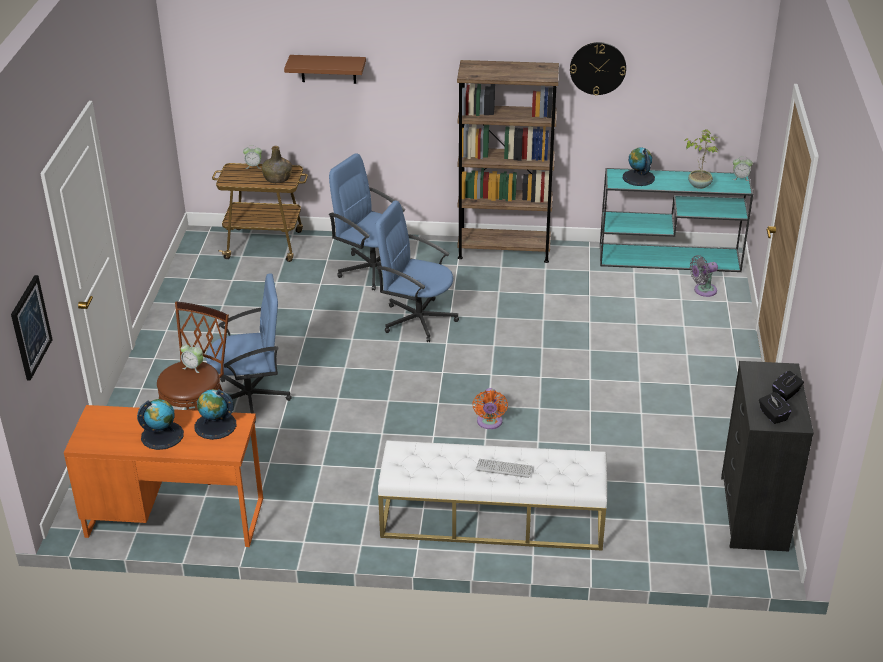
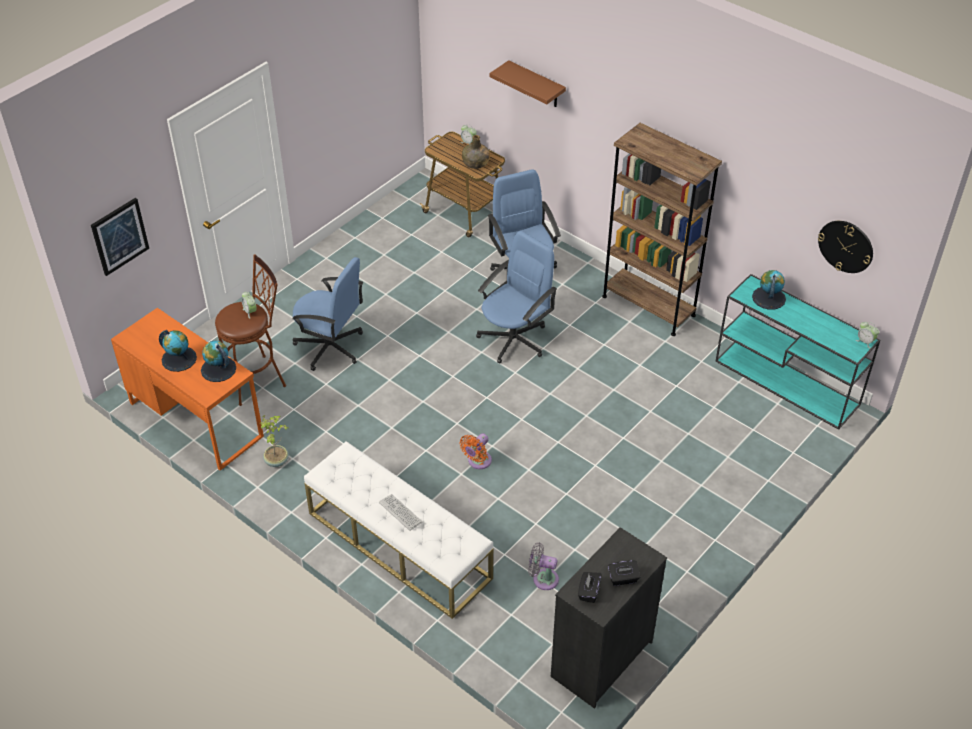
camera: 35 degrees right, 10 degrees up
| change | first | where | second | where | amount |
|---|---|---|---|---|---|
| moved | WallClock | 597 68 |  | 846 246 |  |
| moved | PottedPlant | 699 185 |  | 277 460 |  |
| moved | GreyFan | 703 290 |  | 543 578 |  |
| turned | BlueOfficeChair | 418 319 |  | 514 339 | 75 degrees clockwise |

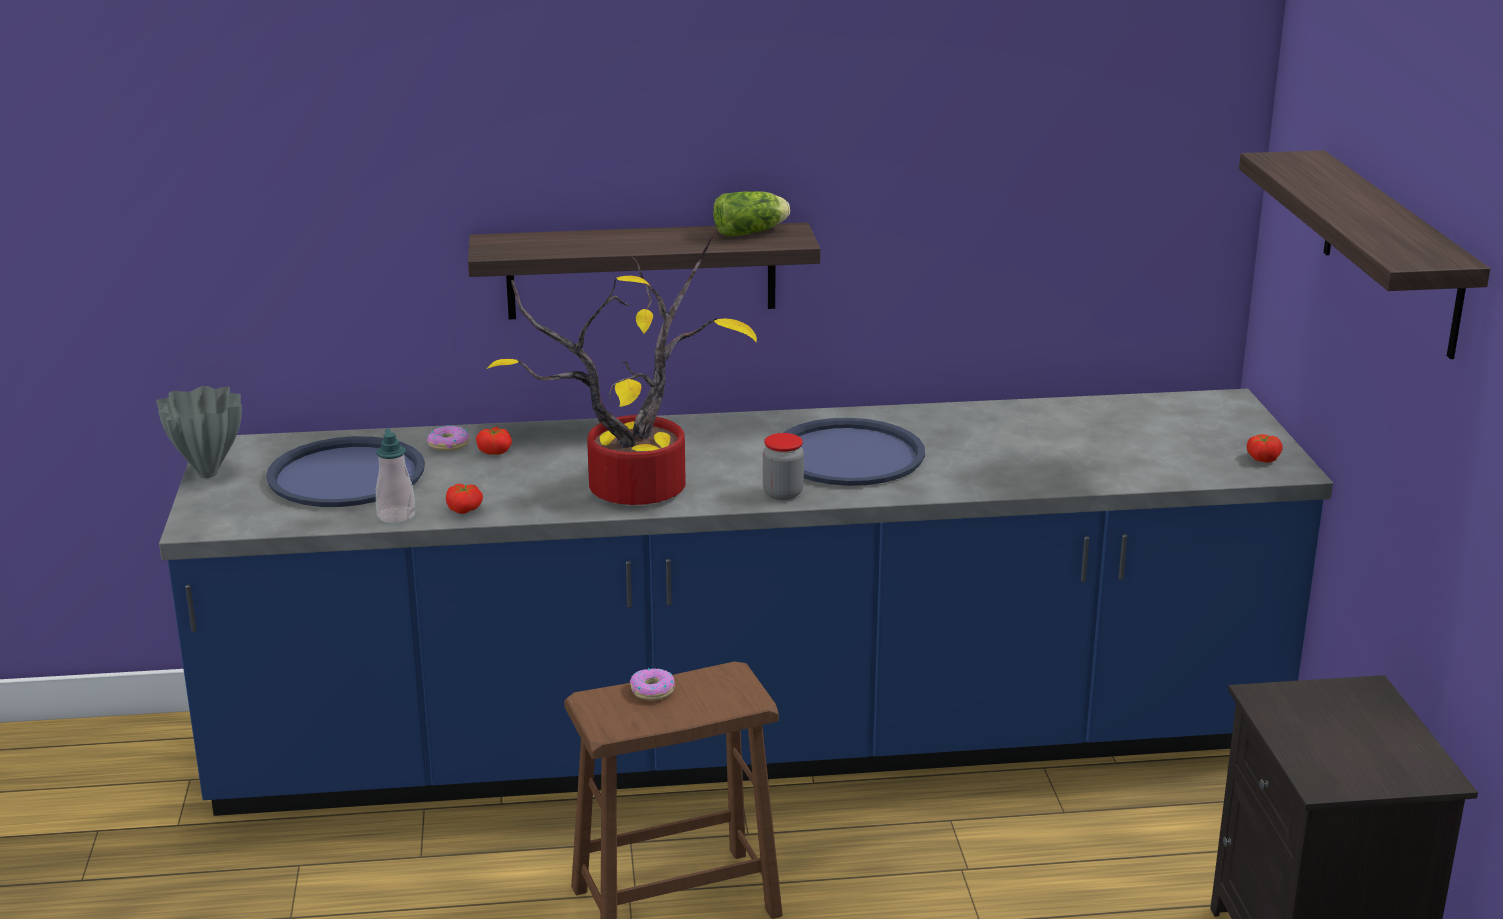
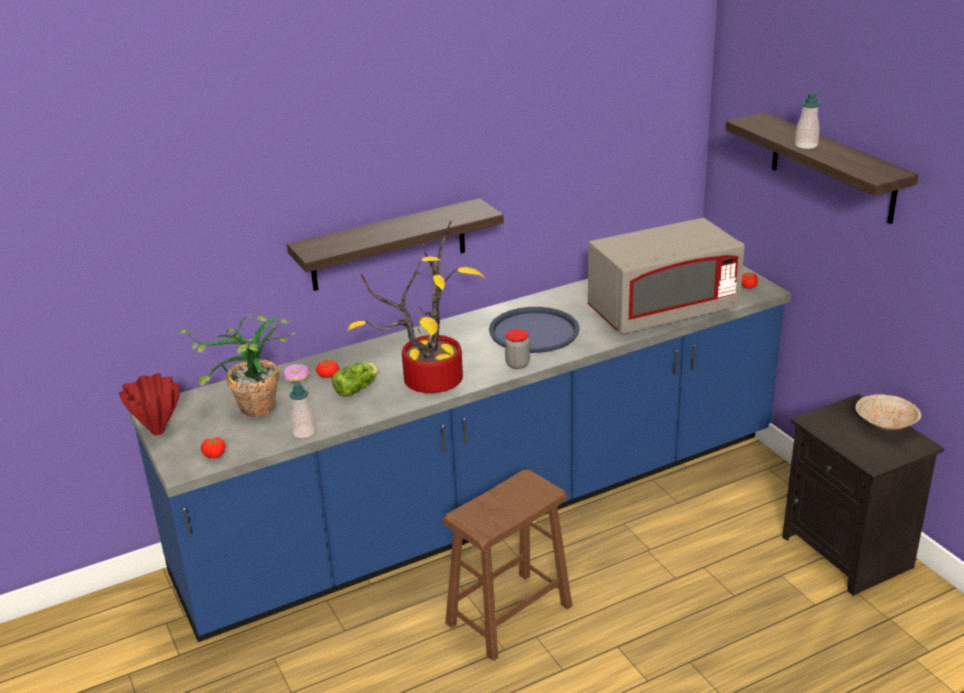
camera: 20 degrees left, 5 degrees up
| change | first | where | second | where | amount |
|---|---|---|---|---|---|
| removed | Donut | 652 690 |  |  |  |
| added |  |  | GreyMicrowave | 662 311 |  |
| added |  |  | SoapDispenser | 806 145 |  |
| added |  |  | BeigeBowl | 885 425 |  |
| moved | Tomato | 465 509 |  | 215 454 |  |
| moved | Lettuce | 752 232 |  | 358 388 |  |
| replaced | BlueTray | 346 475 | PottedPlant | 249 412 |  |
| recoloured | GreyVase | 208 473 | RedVase | 158 431 |  |

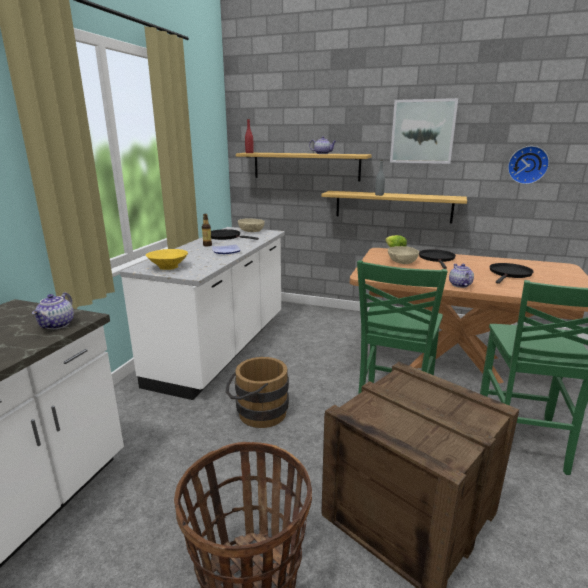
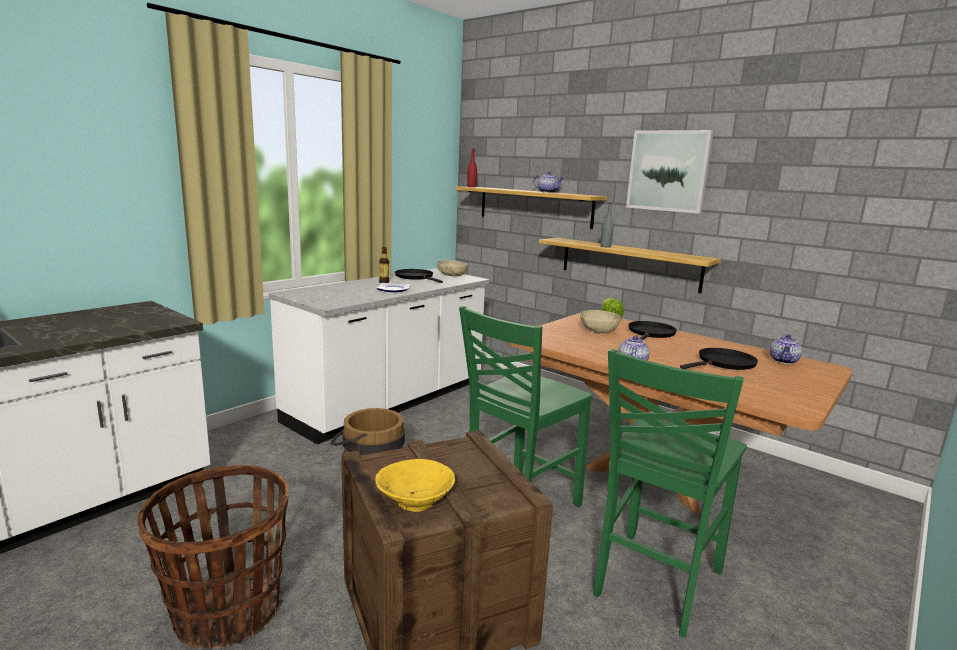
camera: 20 degrees right, 5 degrees down
| change | first | where | second | where | amount |
|---|---|---|---|---|---|
| removed | WallClock | 527 165 |  |  |  |
| moved | Teapot | 57 325 |  | 784 361 |  |
| moved | YellowBowl | 168 267 |  | 415 502 |  |

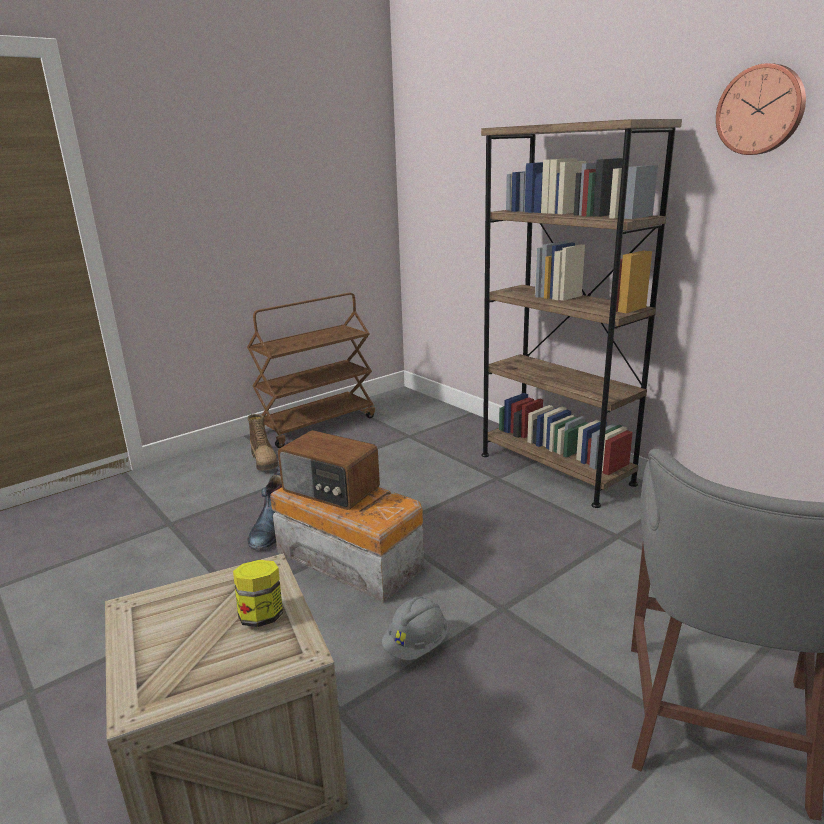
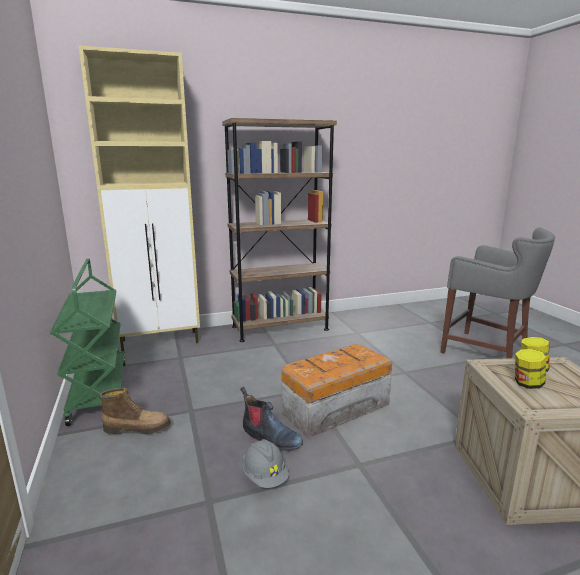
camera: 70 degrees left, 5 degrees down
| change | first | where | second | where | amount |
|---|---|---|---|---|---|
| removed | Radio | 330 490 |  |  |  |
| removed | WallClock | 761 110 |  |  |  |
| added |  |  | BeigeCabinet | 161 341 |  |
| added |  |  | Jar | 527 384 |  |
| moved | GreyHardHat | 416 645 |  | 265 476 |  |
| recoloured | BrownCart | 317 424 | GreenCart | 98 390 |  |

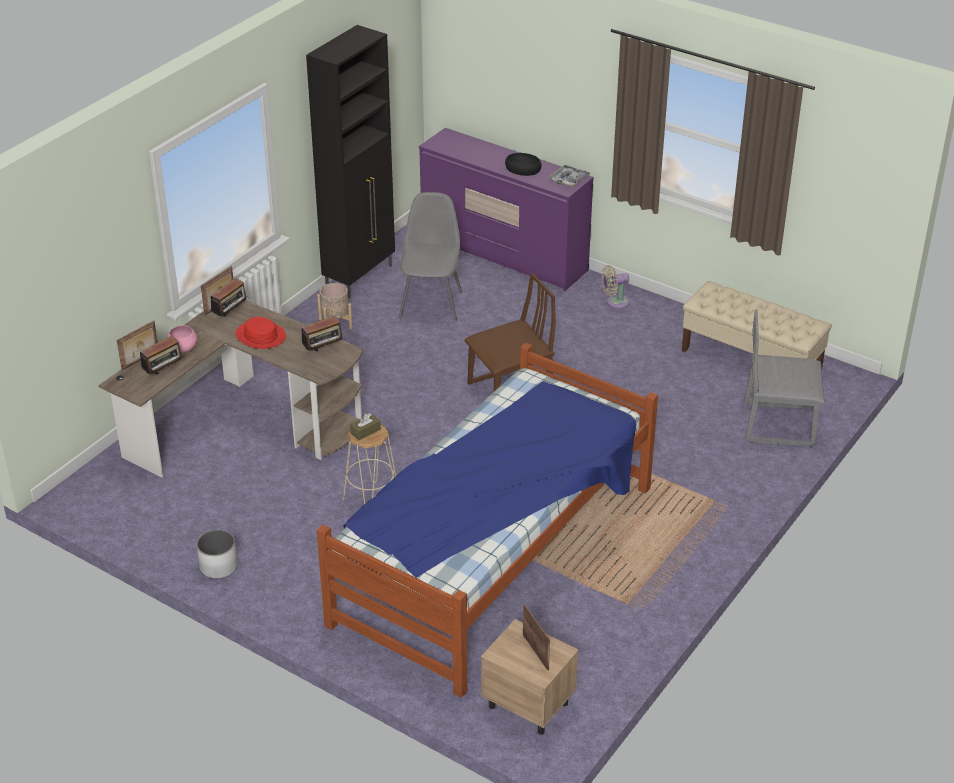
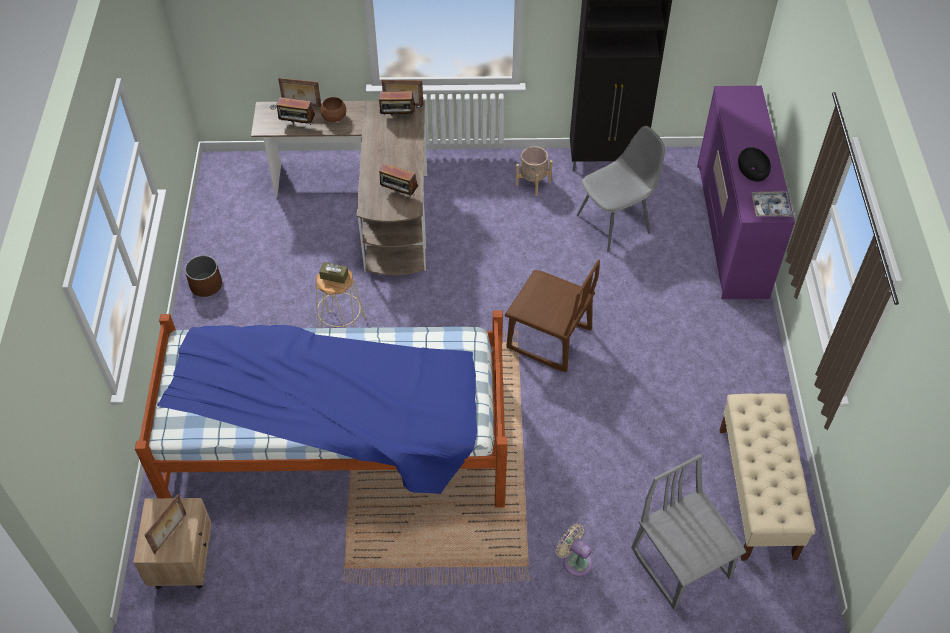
camera: 55 degrees right, 15 degrees up
| change | first | where | second | where | amount |
|---|---|---|---|---|---|
| removed | RedHat | 260 336 |  |  |  |
| moved | BeigeFan | 615 302 |  | 575 561 |  |
| recoloured | PinkBowl | 183 349 | BrownBowl | 333 117 |  |
| recoloured | WhitePlanter | 218 566 | BrownPlanter | 206 285 |  |

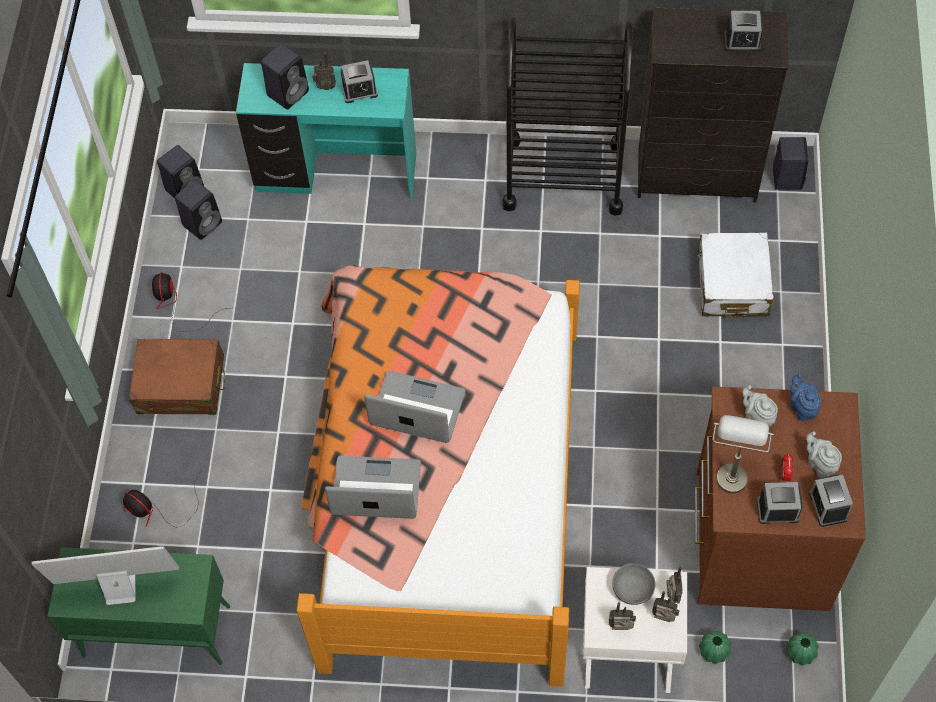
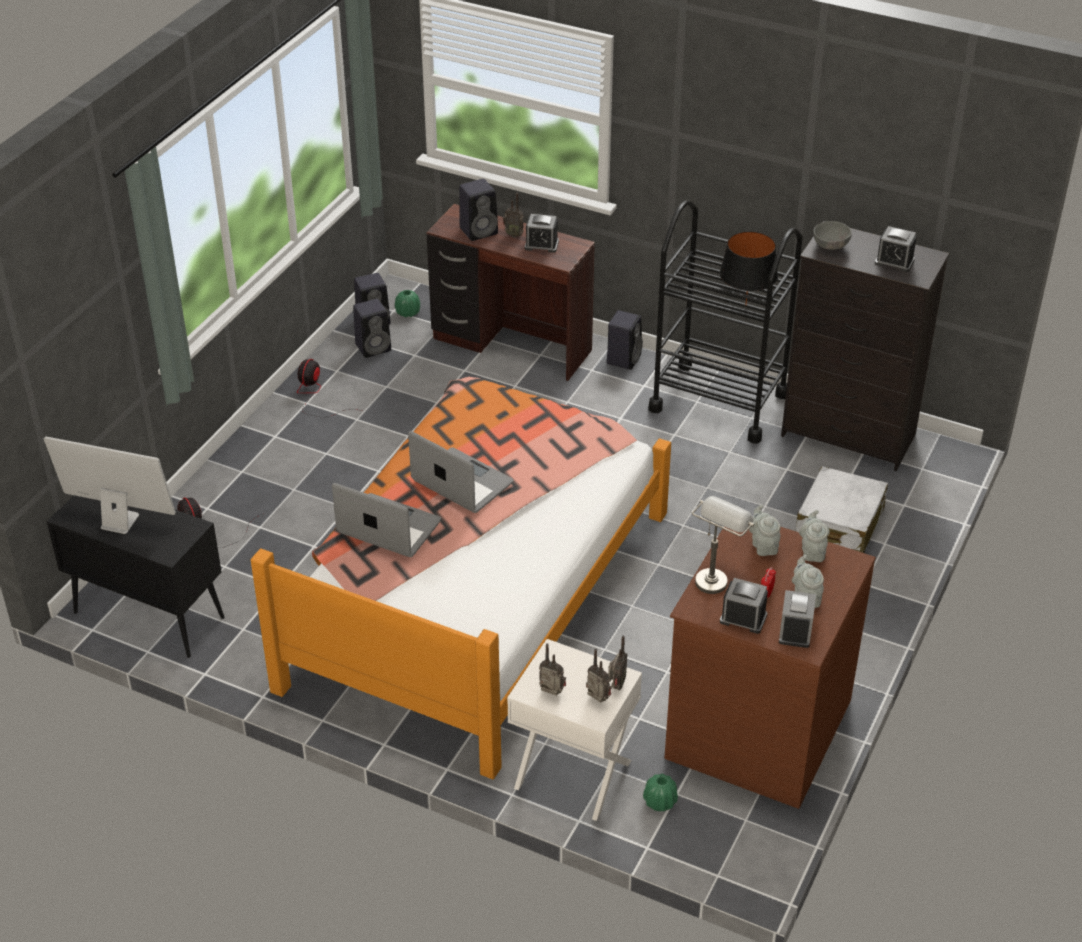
camera: 20 degrees right, 20 degrees down
| change | first | where | second | where | amount |
|---|---|---|---|---|---|
| removed | BrownSuitcase | 181 385 |  |  |  |
| added |  |  | BlackTableLamp | 745 305 |  |
| moved | GreyBowl | 633 591 |  | 830 246 |  |
| moved | BlackSpeaker | 786 176 |  | 624 358 |  |
| moved | GreenVase | 800 652 |  | 408 312 |  |
| recoloured | GreenCabinet | 155 631 | BlackCabinet | 147 615 |  |
| recoloured | TurquoiseDesk | 336 174 | BrownDesk | 511 346 |  |
| recoloured | BlueTeapot | 802 408 | GreyTeapot | 812 551 |  |

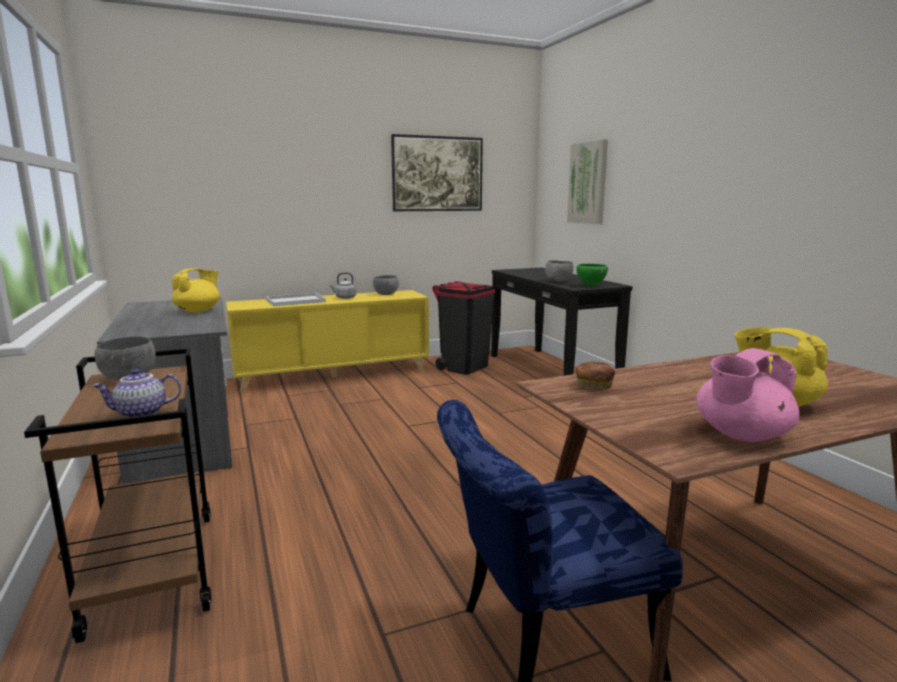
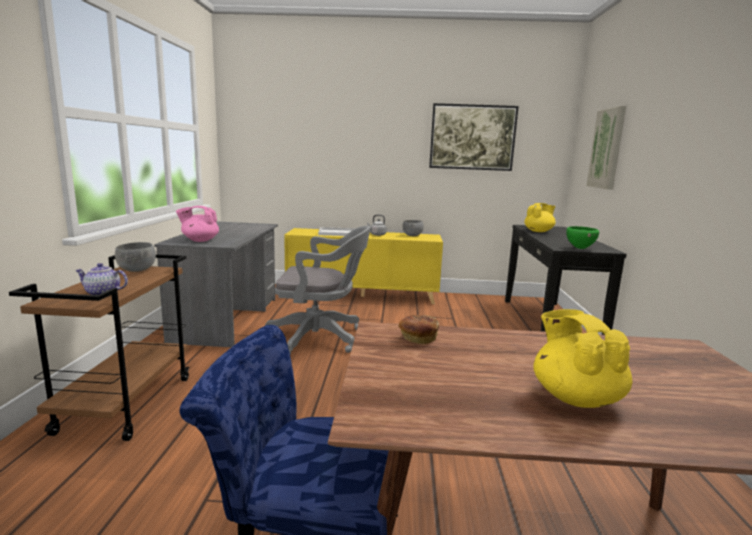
camera: 25 degrees right, 0 degrees up
| change | first | where | second | where | amount |
|---|---|---|---|---|---|
| removed | BlackTrashCan | 463 367 |  |  |  |
| removed | GreyBowl | 559 281 |  |  |  |
| added |  |  | GreyOfficeChair | 321 338 |  |
| moved | YellowTeapot | 198 311 |  | 539 231 |  |
| moved | PinkTeapot | 741 435 |  | 200 240 |  |

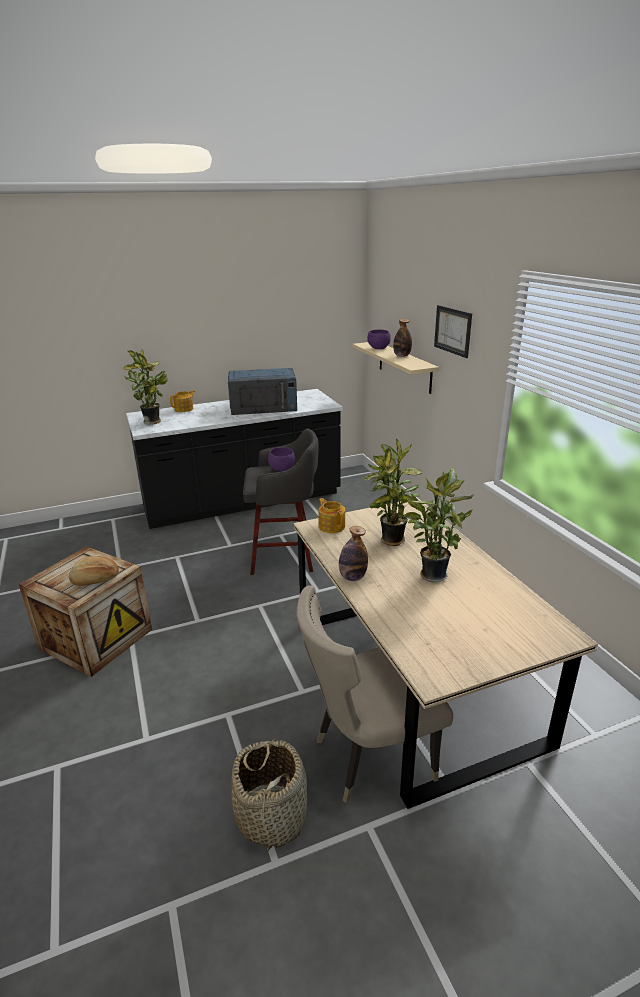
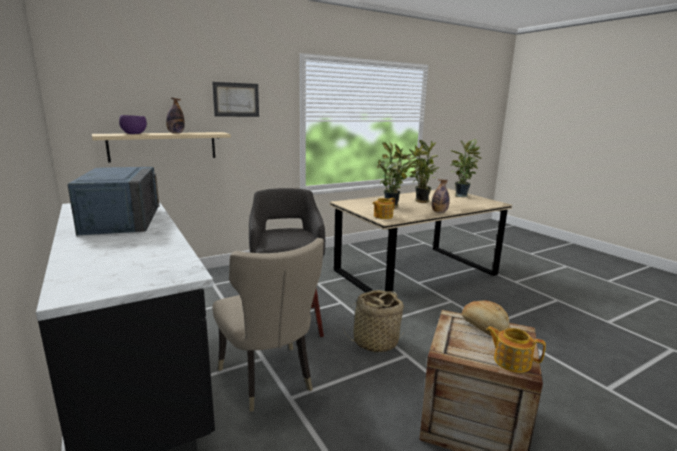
camera: 100 degrees left, 10 degrees down
| change | first | where | second | where | amount |
|---|---|---|---|---|---|
| removed | PurpleBowl | 282 469 |  |  |  |
| moved | PottedPlant | 153 422 |  | 461 195 |  |
| moved | Teapot | 184 409 |  | 511 361 |  |
| moved | Basket | 271 815 |  | 375 342 |  |
| moved | BeigeChair | 368 756 |  | 269 379 |  |

